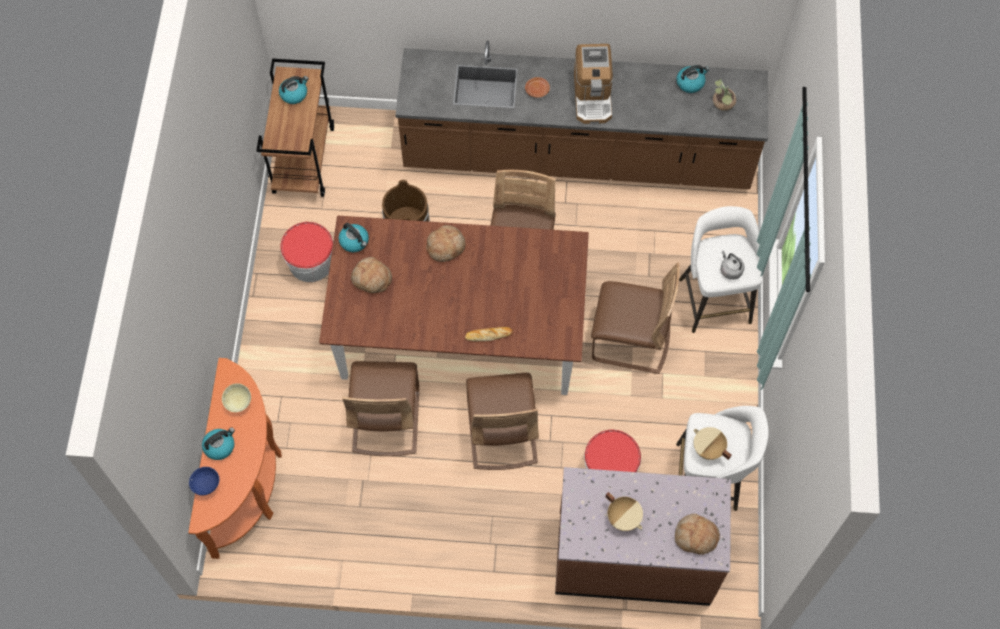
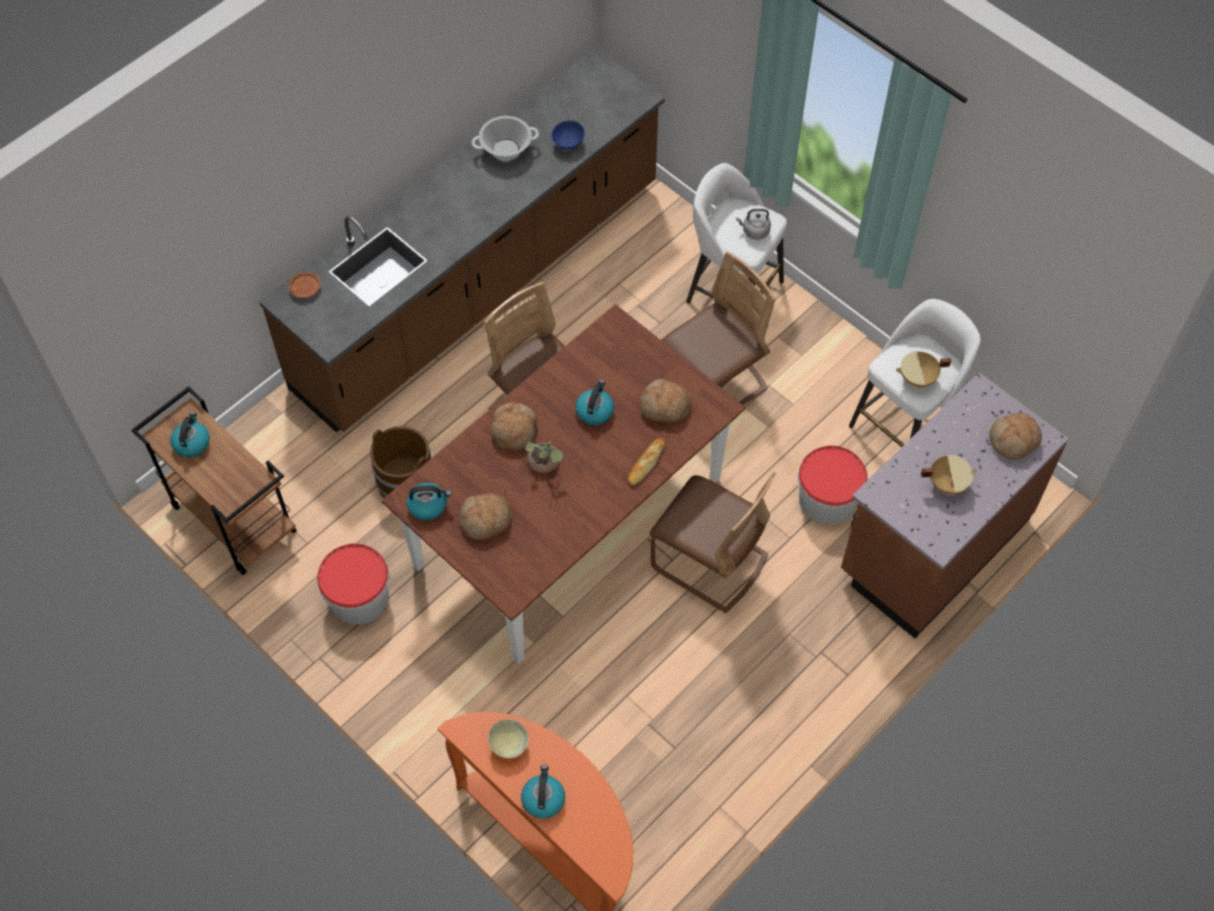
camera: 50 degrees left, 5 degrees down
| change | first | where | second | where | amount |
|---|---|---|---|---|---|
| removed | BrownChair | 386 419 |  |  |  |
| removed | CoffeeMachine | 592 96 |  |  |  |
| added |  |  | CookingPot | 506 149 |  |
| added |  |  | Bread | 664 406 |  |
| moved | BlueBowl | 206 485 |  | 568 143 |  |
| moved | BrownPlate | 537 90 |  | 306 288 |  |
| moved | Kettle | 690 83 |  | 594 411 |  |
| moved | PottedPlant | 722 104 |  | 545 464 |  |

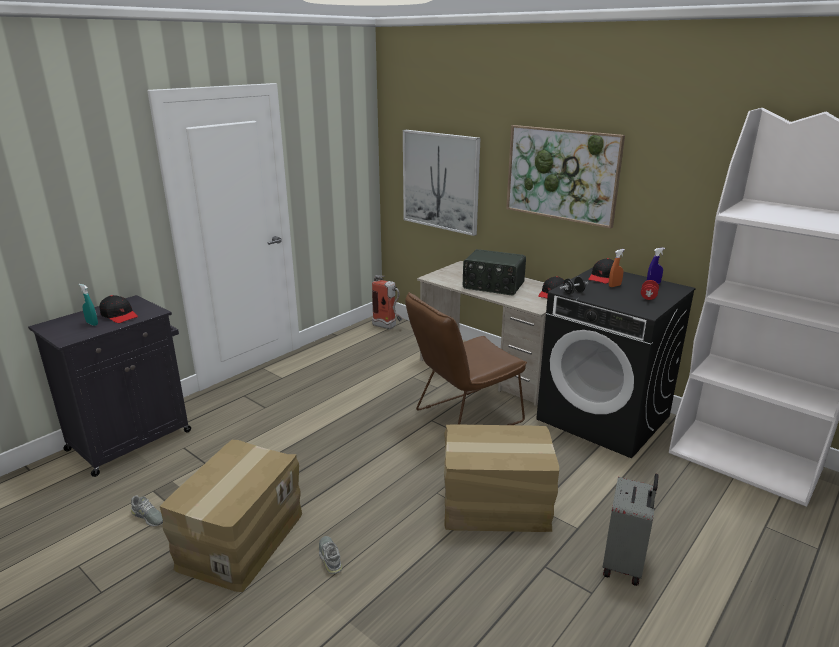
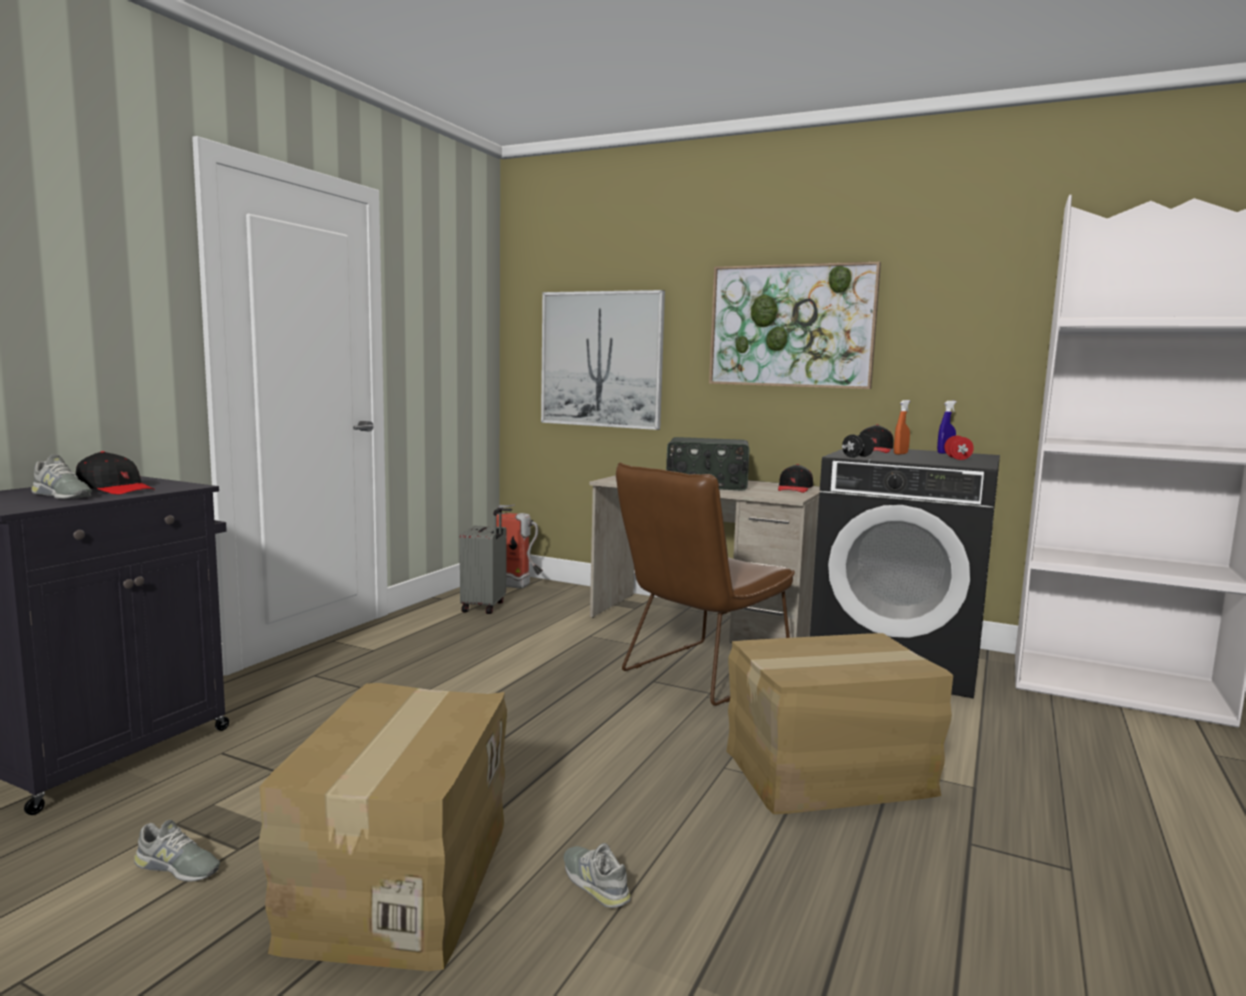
camera: 15 degrees left, 15 degrees down
| change | first | where | second | where | amount |
|---|---|---|---|---|---|
| moved | GreySuitcase | 624 564 |  | 485 607 |  |
| replaced | TurquoiseSprayBottle | 92 323 | GreyShoe | 62 495 |  |

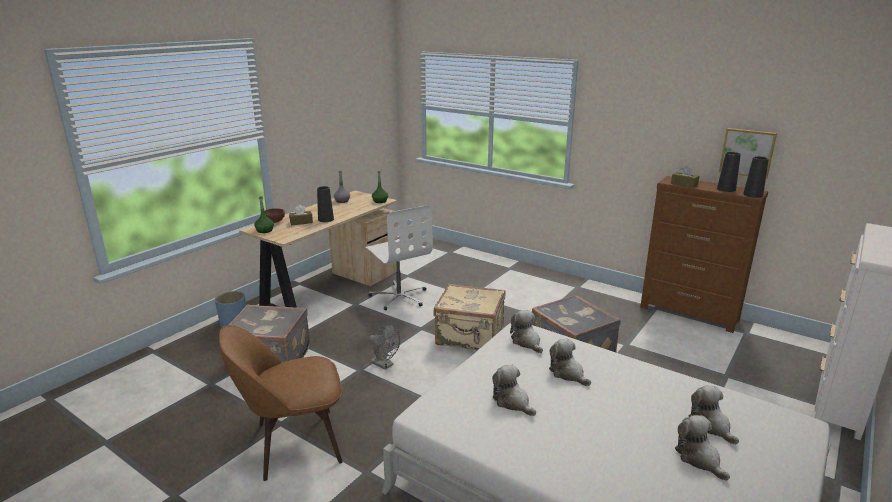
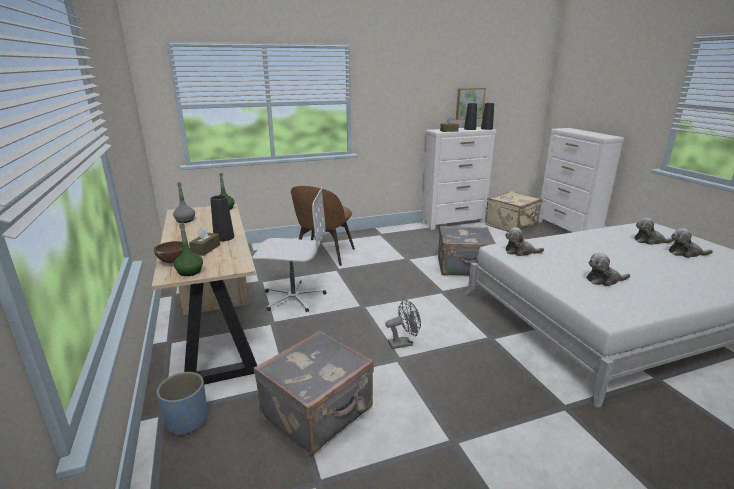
camera: 55 degrees left, 0 degrees up
| change | first | where | second | where | amount |
|---|---|---|---|---|---|
| removed | PlushToy | 568 373 |  |  |  |
| moved | BrownChair | 293 444 |  | 324 255 |  |
| moved | BeigeSuitcase | 470 337 |  | 512 225 |  |
| recoloured | BrownDresser | 689 314 | WhiteDresser | 454 222 |  |

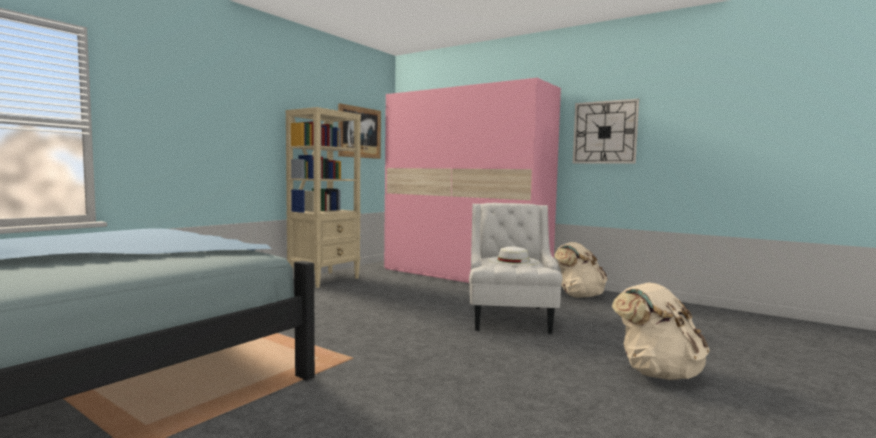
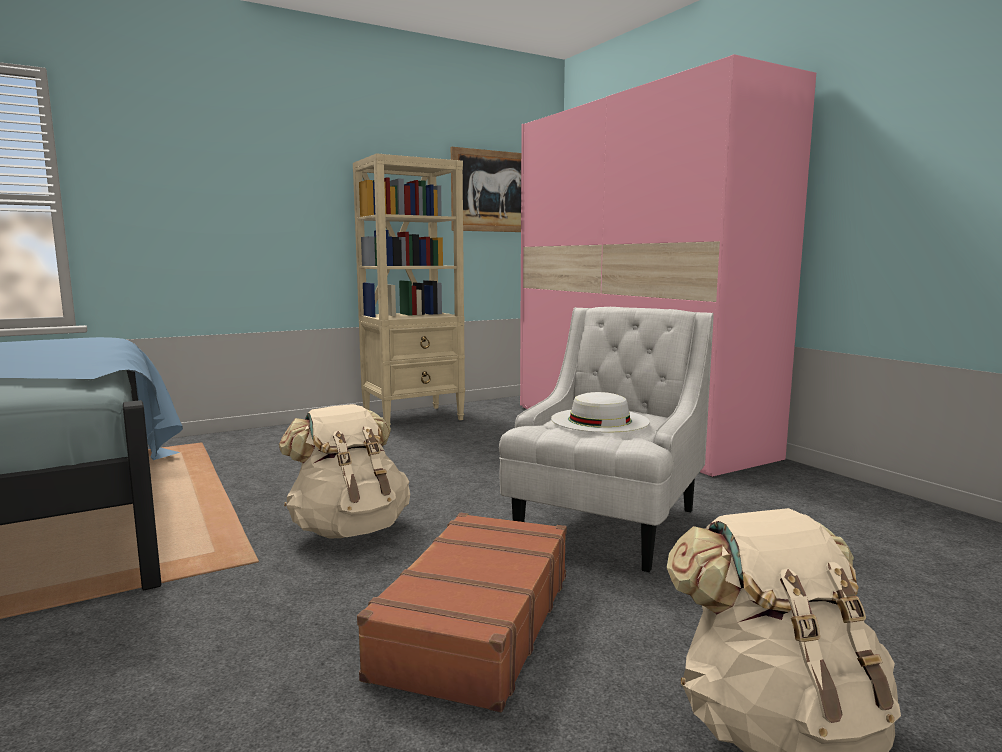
camera: 25 degrees right, 5 degrees up
| change | first | where | second | where | amount |
|---|---|---|---|---|---|
| removed | WallClock | 605 132 |  |  |  |
| added |  |  | BrownSuitcase | 474 623 |  |
| moved | BeigeBackpack | 578 296 |  | 349 529 |  |

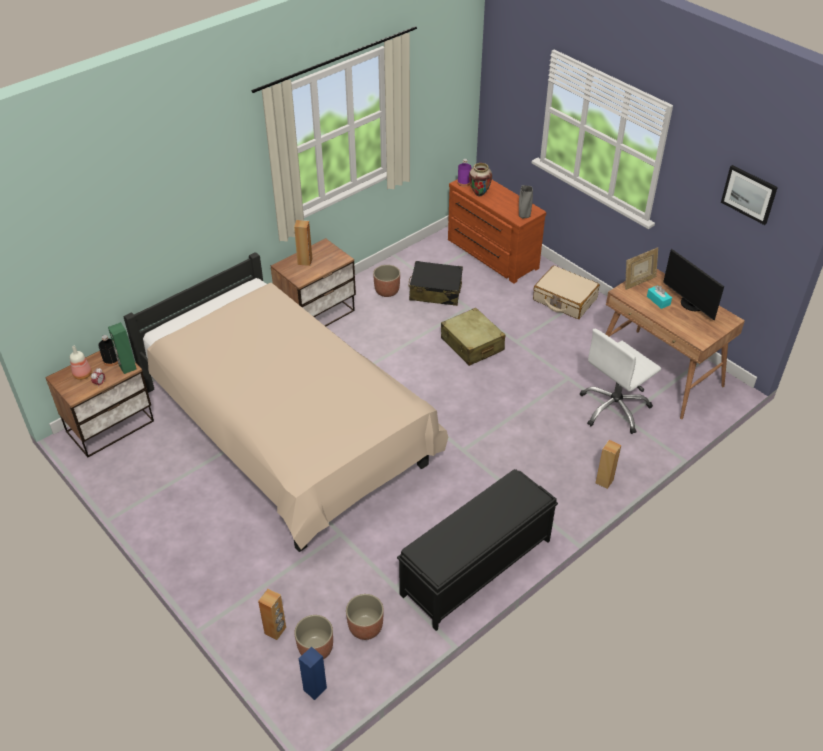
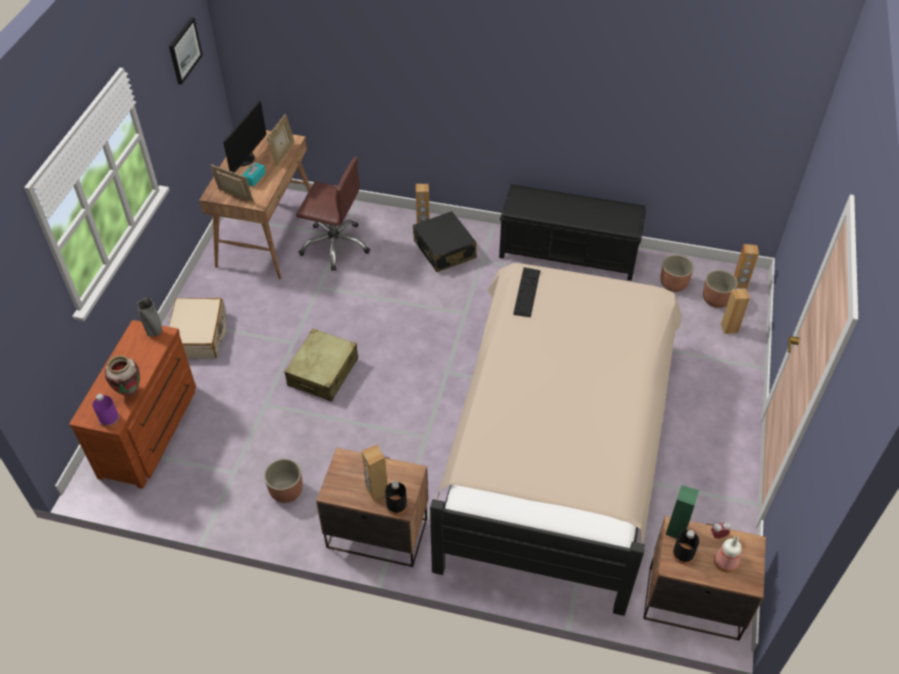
camera: 125 degrees left, 5 degrees up
| change | first | where | second | where | amount |
|---|---|---|---|---|---|
| added |  |  | PictureFrame | 283 154 |  |
| added |  |  | BlackBottle | 396 505 |  |
| added |  |  | Keyboard | 527 292 |  |
| moved | BlackSuitcase | 435 291 |  | 444 250 |  |
| recoloured | BlueSpeaker | 314 689 | BrownSpeaker | 740 284 |  |
| recoloured | WhiteOfficeChair | 614 408 | BrownOfficeChair | 335 245 |  |

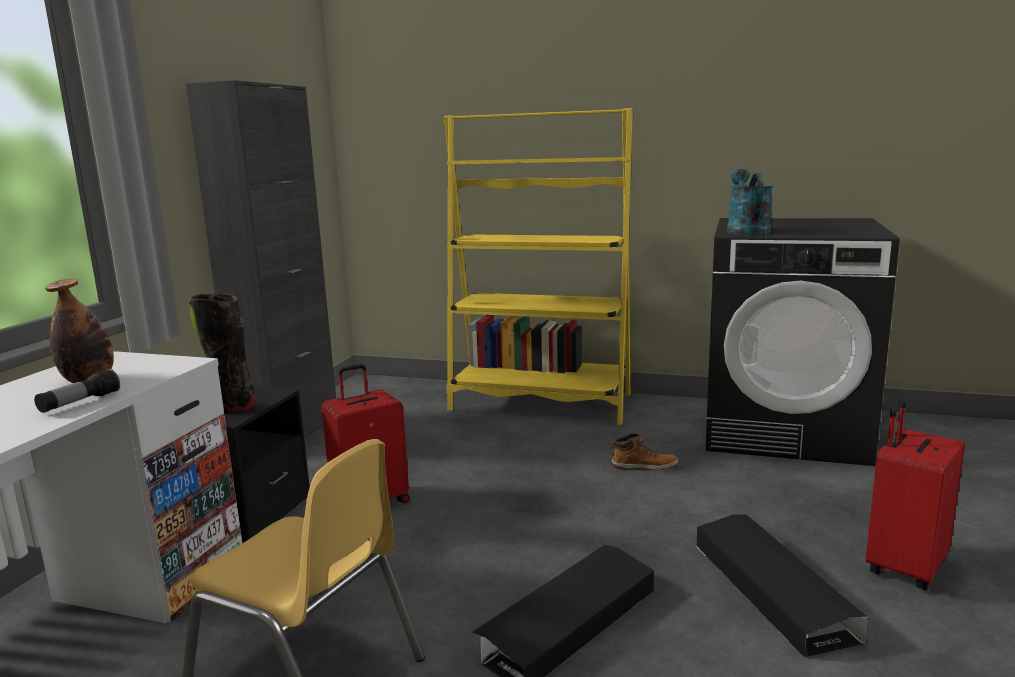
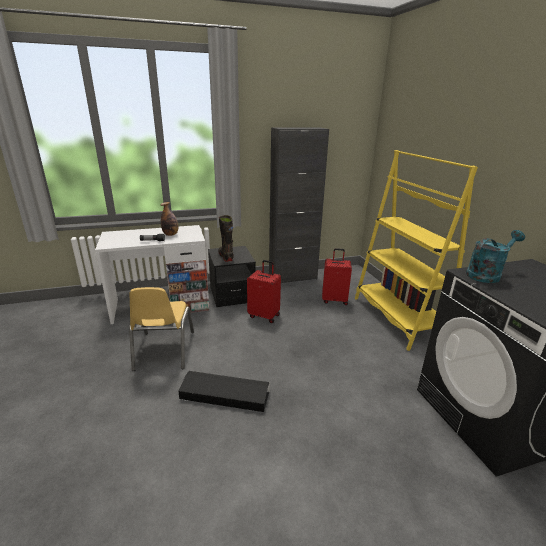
camera: 55 degrees right, 10 degrees up
| change | first | where | second | where | amount |
|---|---|---|---|---|---|
| removed | Boot | 644 466 |  |  |  |
| removed | BlackStorageBox | 771 589 |  |  |  |
| moved | RedSuitcase | 904 567 |  | 334 300 |  |

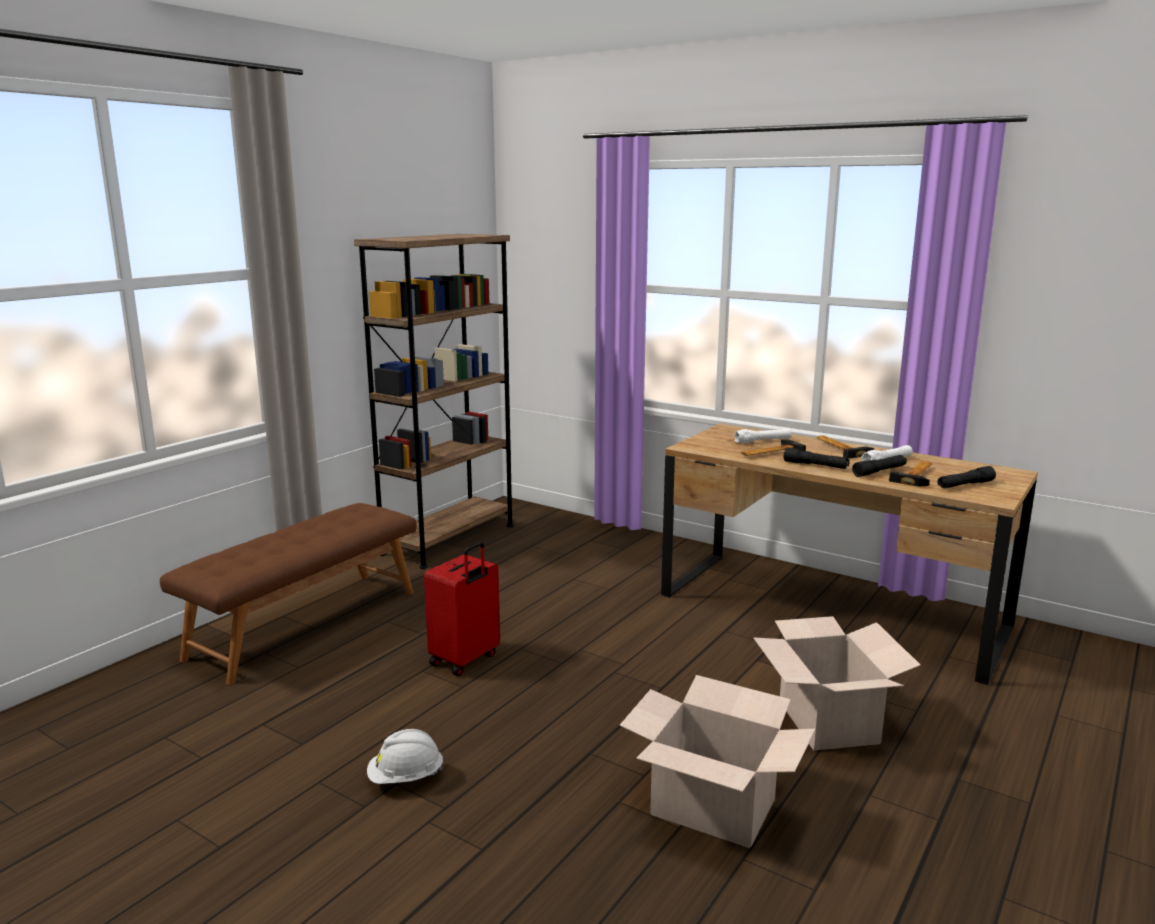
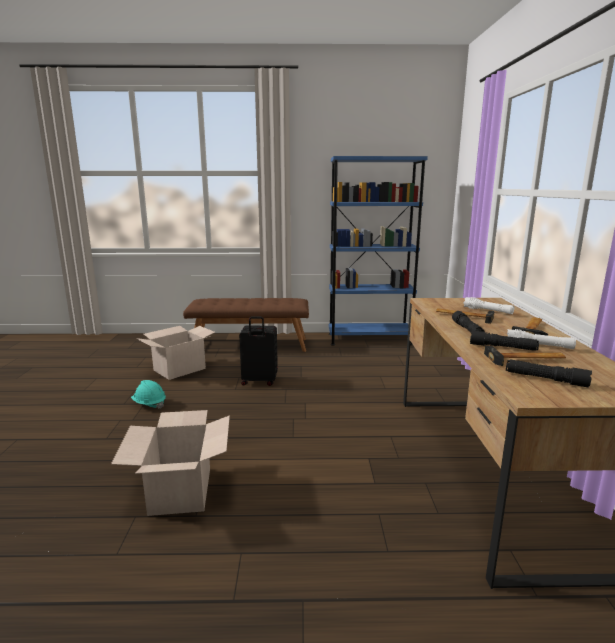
camera: 55 degrees right, 0 degrees up
| change | first | where | second | where | amount |
|---|---|---|---|---|---|
| moved | CardboardBox | 829 722 |  | 179 369 |  |
| recoloured | BrownBookcase | 448 539 | BlueBookcase | 369 339 |  |
| recoloured | WhiteHardHat | 405 778 | TurquoiseHardHat | 149 404 |  |
| recoloured | RedSuitcase | 465 660 | BlackSuitcase | 259 381 |  |

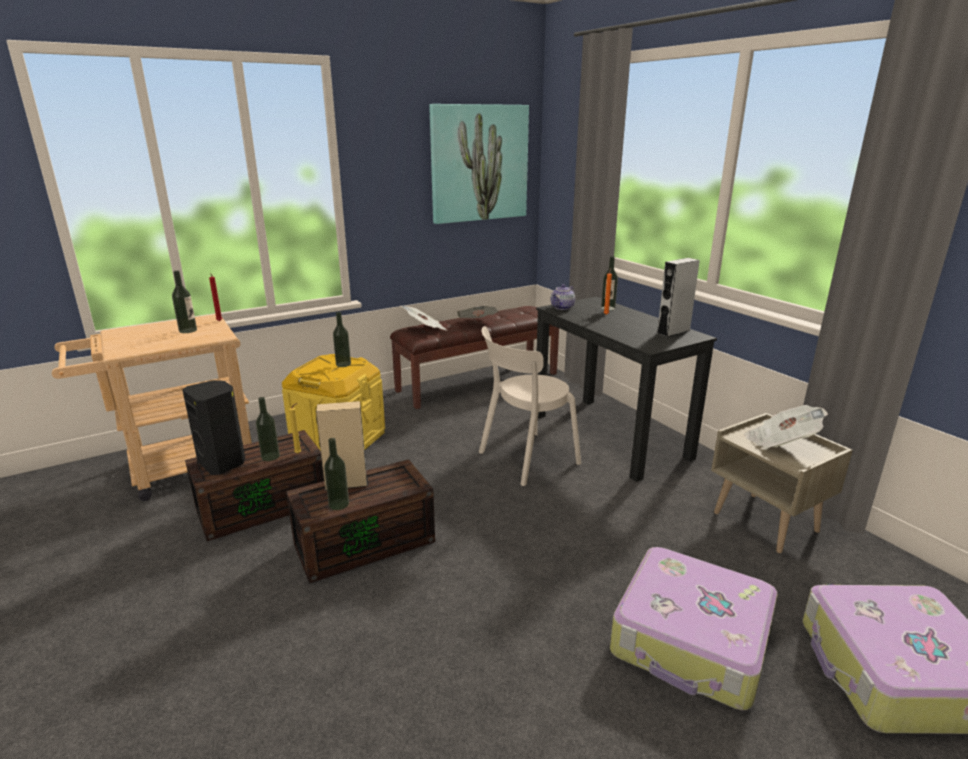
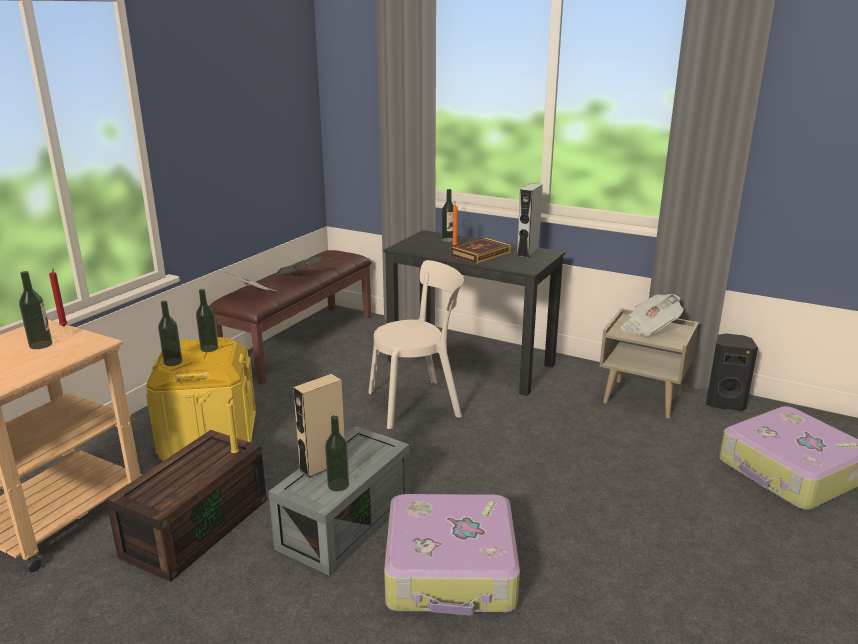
camera: 30 degrees left, 0 degrees up
| change | first | where | second | where | amount |
|---|---|---|---|---|---|
| removed | Picture | 479 163 |  |  |  |
| removed | Teapot | 562 307 |  |  |  |
| added |  |  | Book | 480 254 |  |
| moved | BlackSpeaker | 223 463 |  | 724 403 |  |
| moved | Bottle | 270 456 |  | 173 362 |  |
| moved | Suitcase | 691 641 |  | 451 570 |  |
| recoloured | BrownStorageBox | 366 541 | GreyStorageBox | 345 521 |  |
| turned | BeigeChair | 525 459 |  | 418 403 | 135 degrees counterclockwise |

